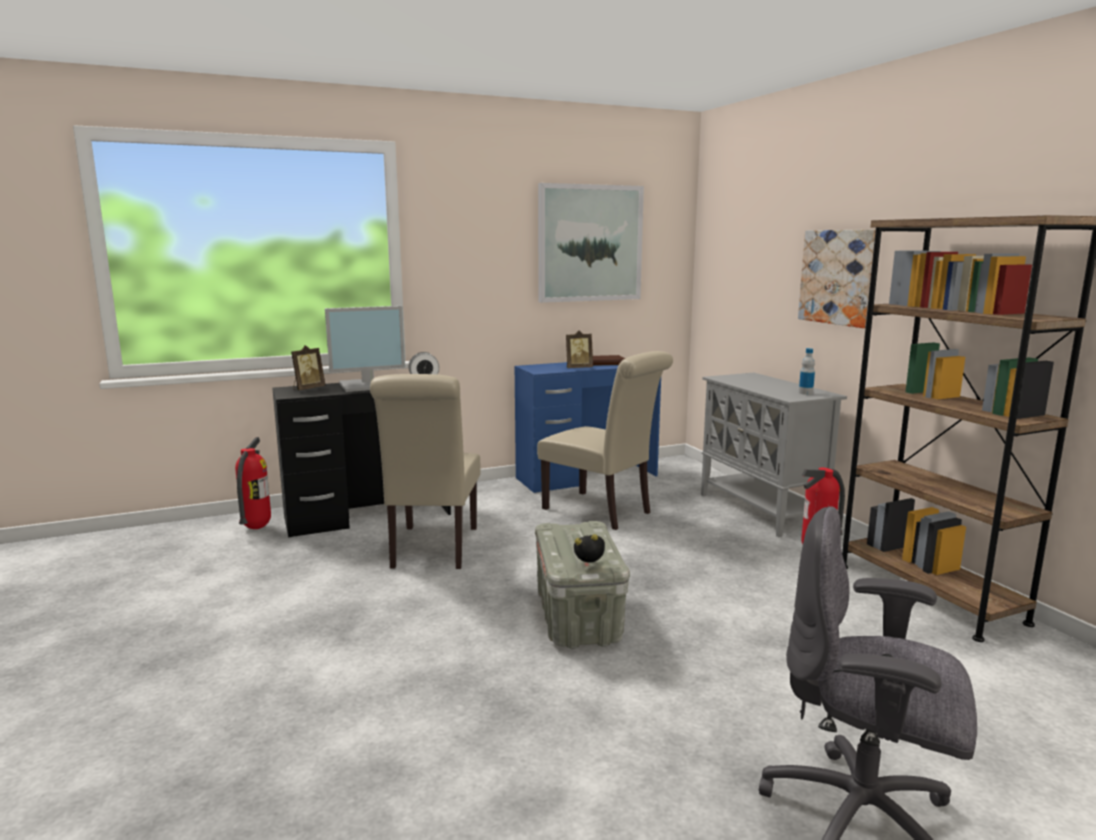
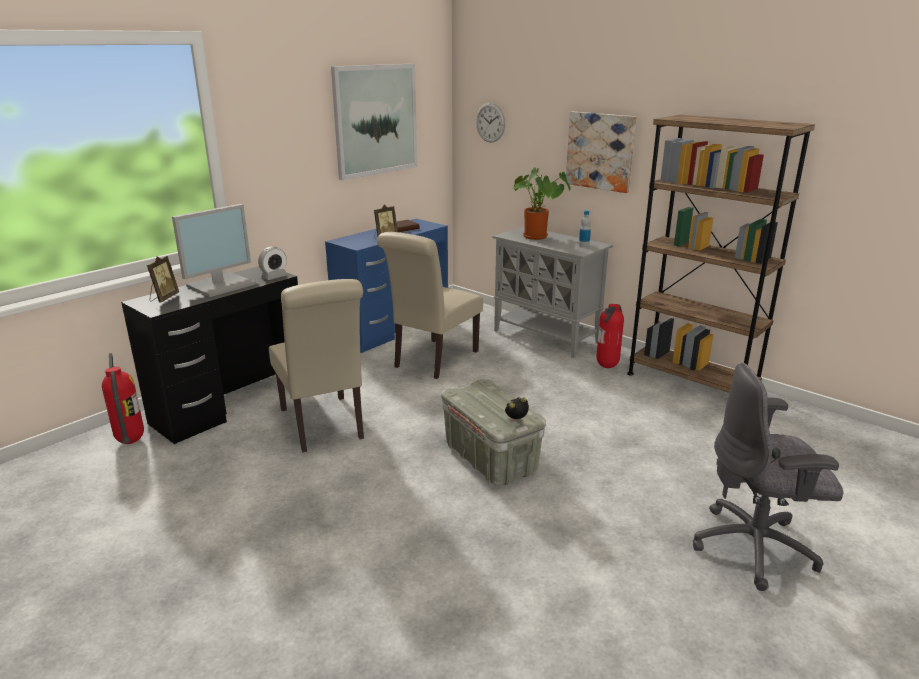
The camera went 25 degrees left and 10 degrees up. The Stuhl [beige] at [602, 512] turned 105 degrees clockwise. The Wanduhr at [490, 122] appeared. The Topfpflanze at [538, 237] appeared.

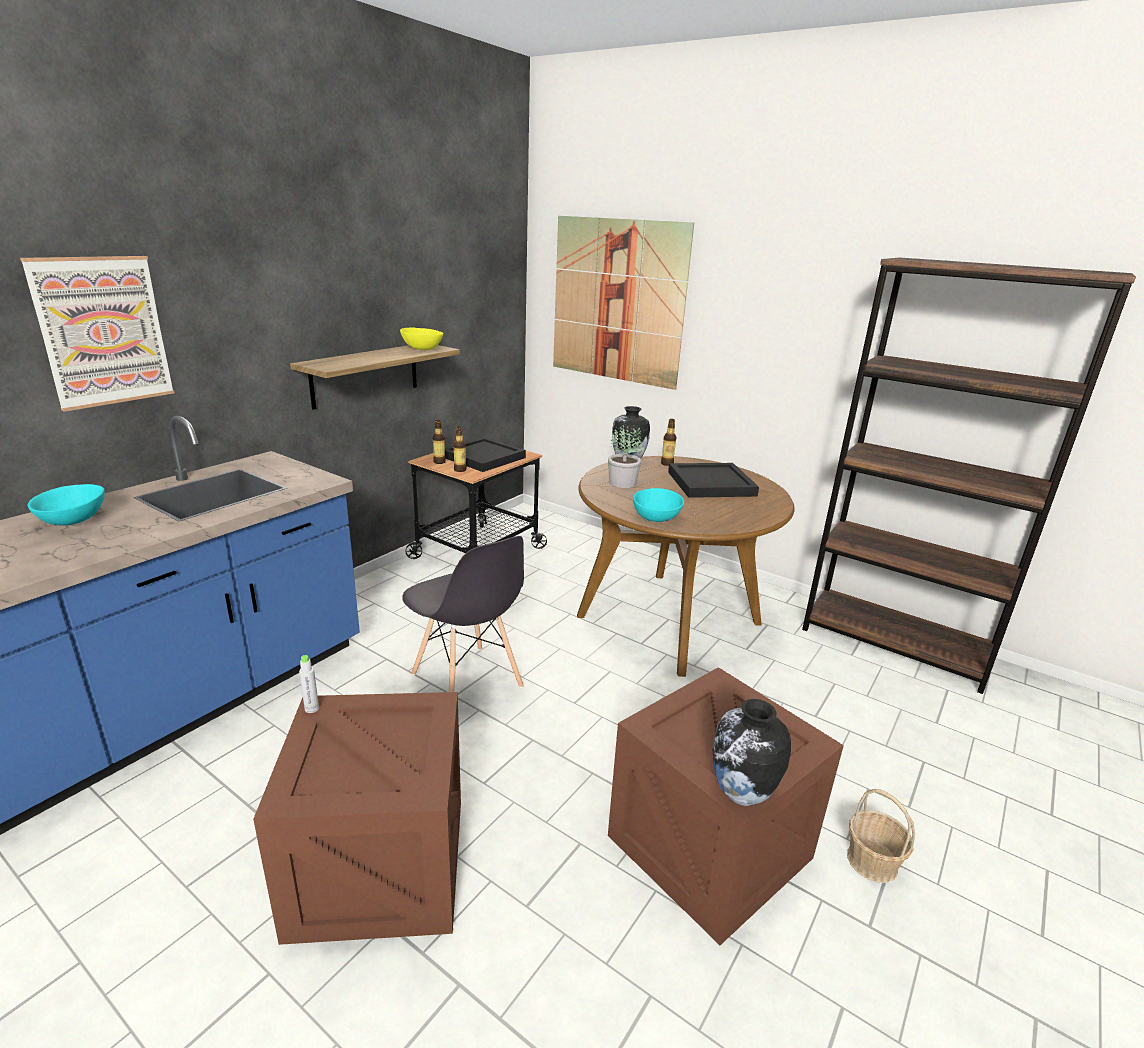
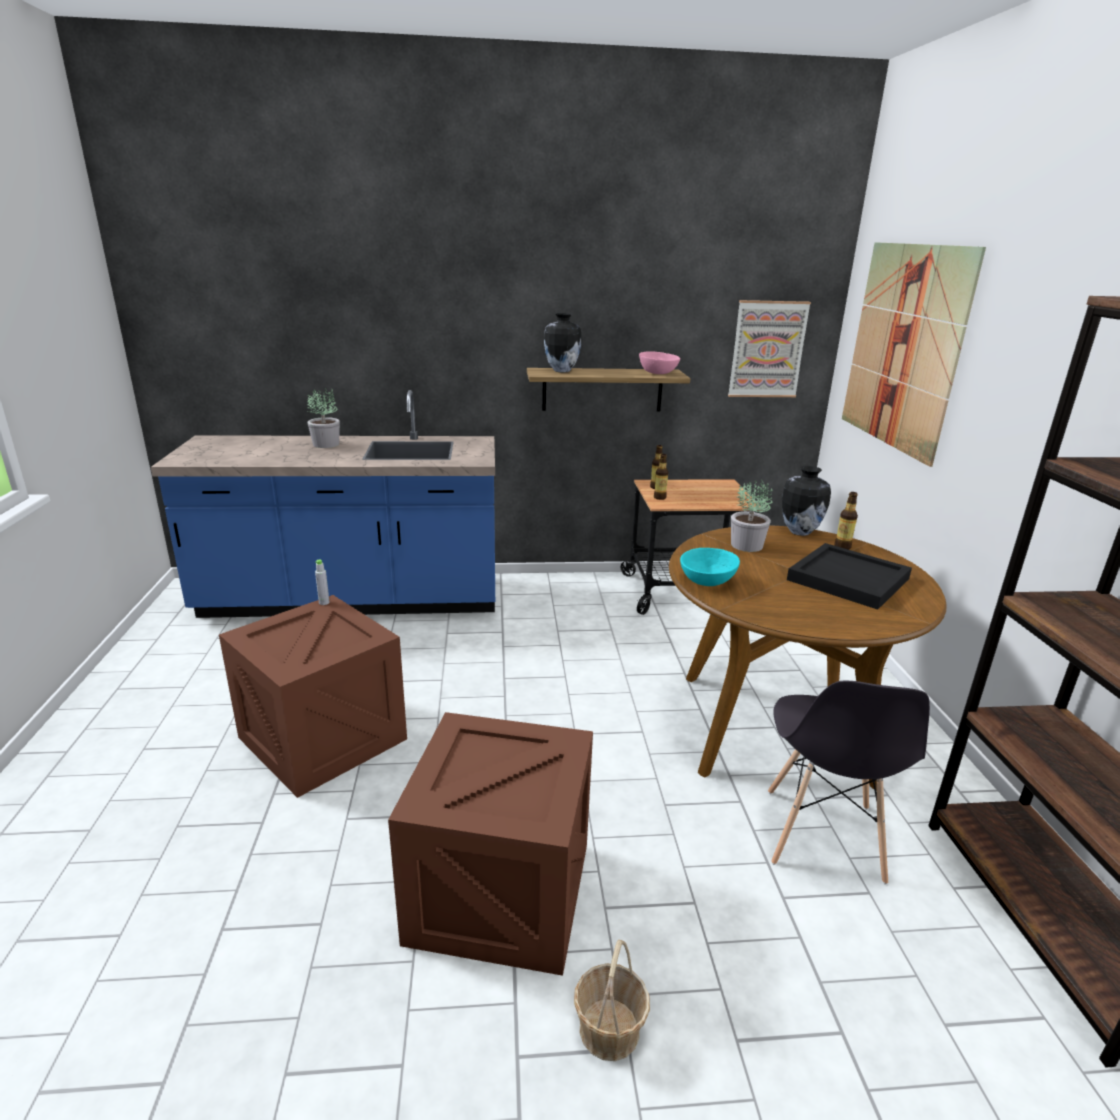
The camera went 50 degrees right and 0 degrees up. The Schüssel [türkis] at [73, 520] was replaced by the Topfpflanze at [326, 444]. The Vase moved from [741, 795] to [561, 371]. The Schüssel [gelb] at [422, 348] became the Schüssel [rosa] at [657, 372]. The Bild moved from [103, 331] to [767, 349]. The Stuhl [grau] moved from [467, 681] to [822, 836]. The Tablett [schwarz] at [482, 457] disappeared.

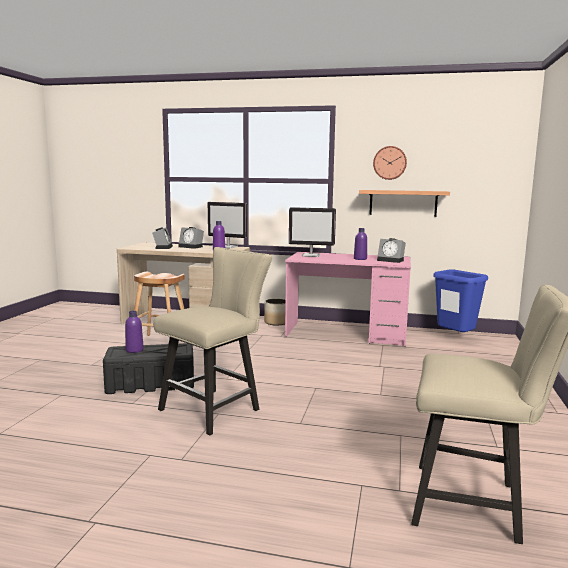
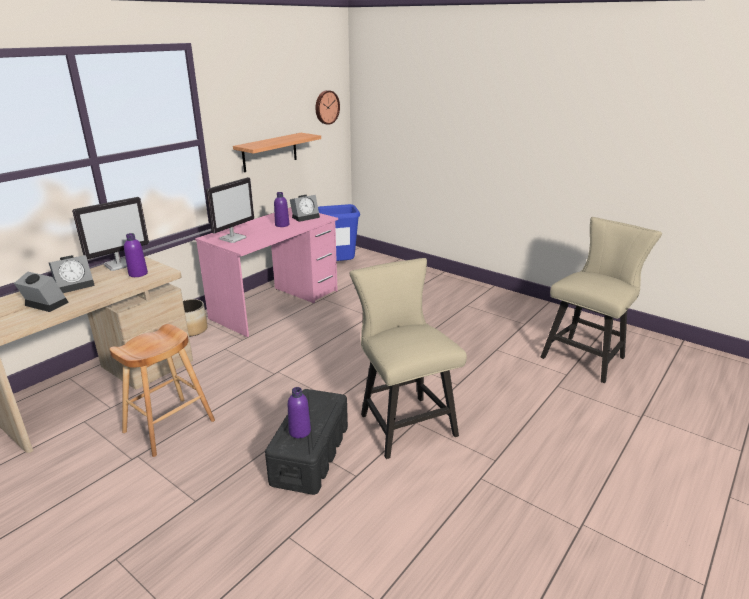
The camera went 65 degrees left and 15 degrees up. The Wanduhr moved from [390, 163] to [326, 107].

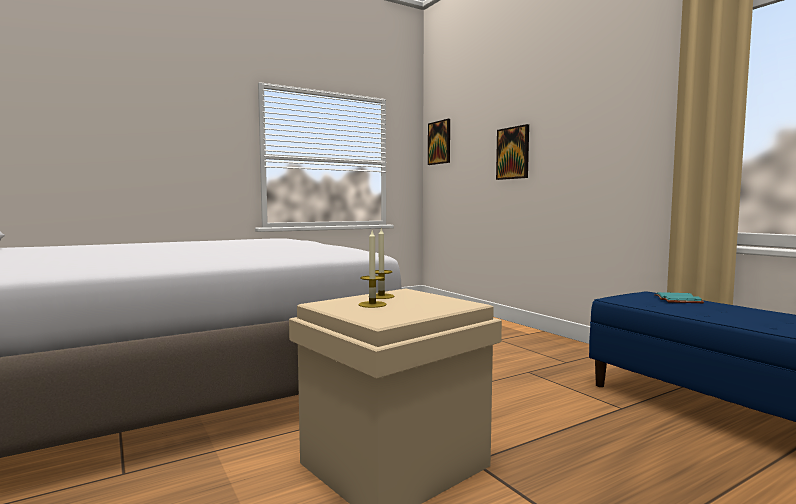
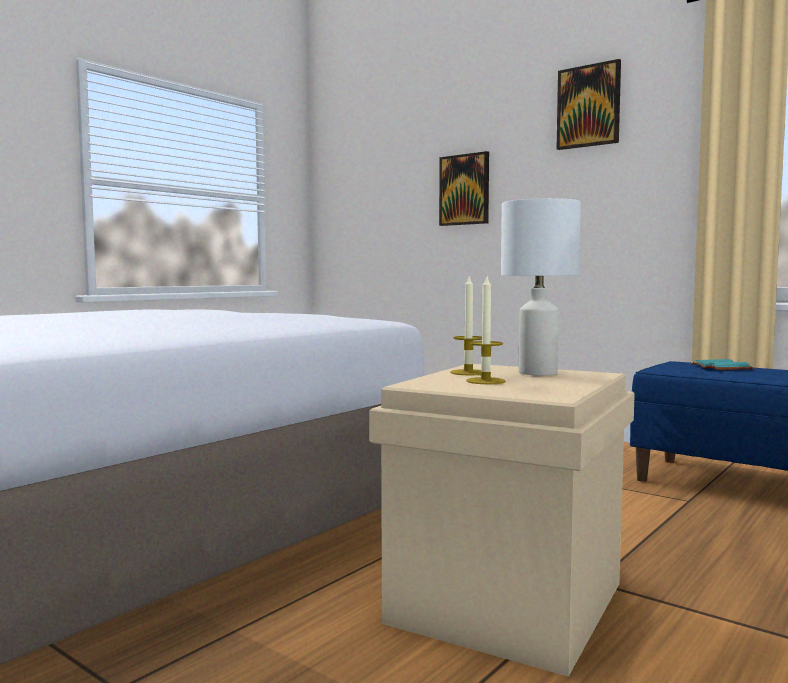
The camera went 20 degrees left and 0 degrees up. The Tischlampe [weiß] at [538, 372] appeared. The Bild moved from [439, 142] to [588, 106].

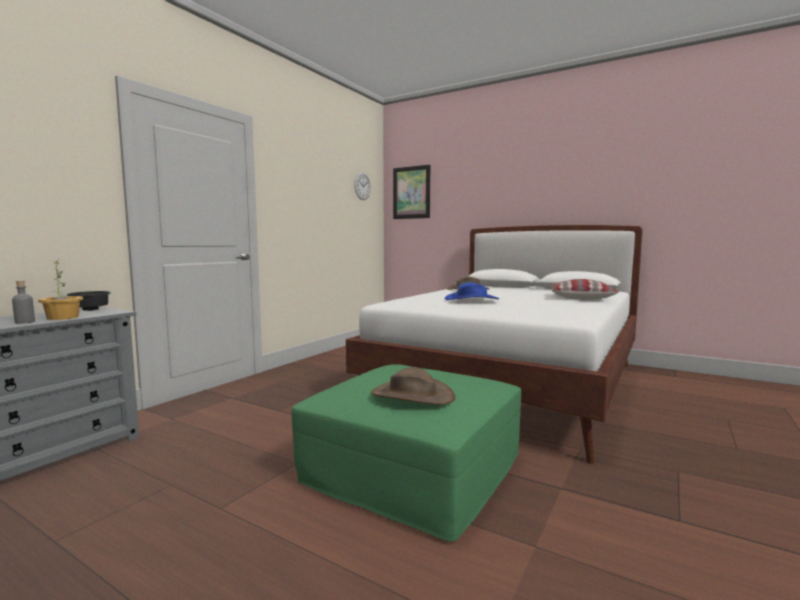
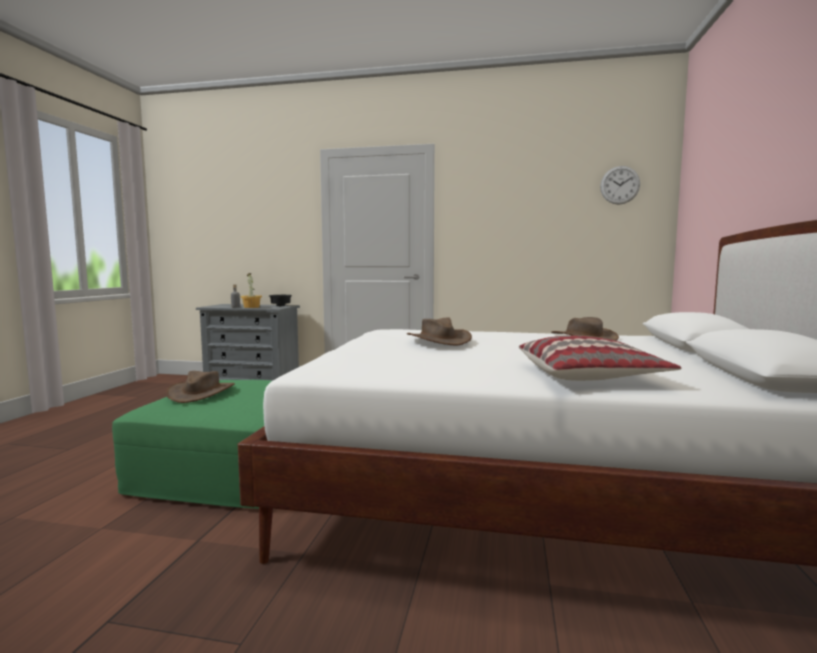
The camera went 70 degrees right and 0 degrees up. The Hut [blau] at [471, 299] became the Hut [braun] at [438, 340]. The Bild at [411, 192] disappeared.

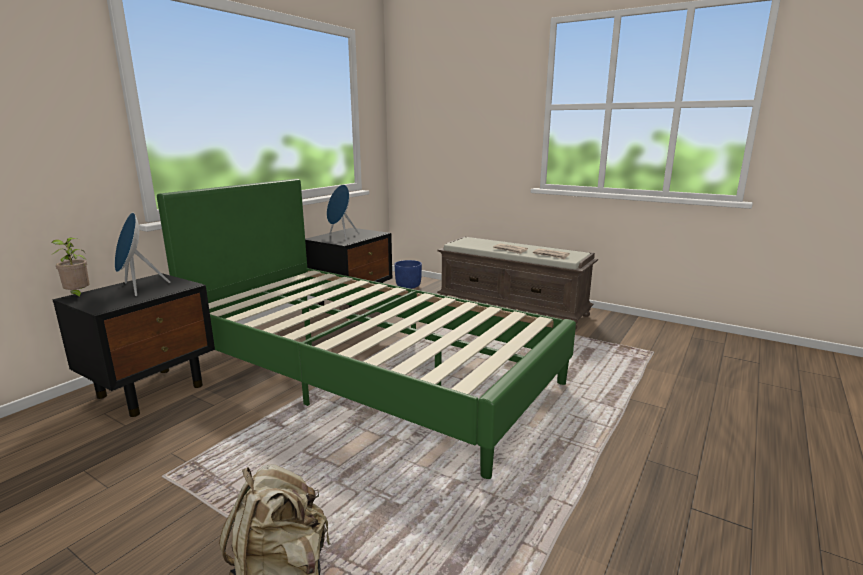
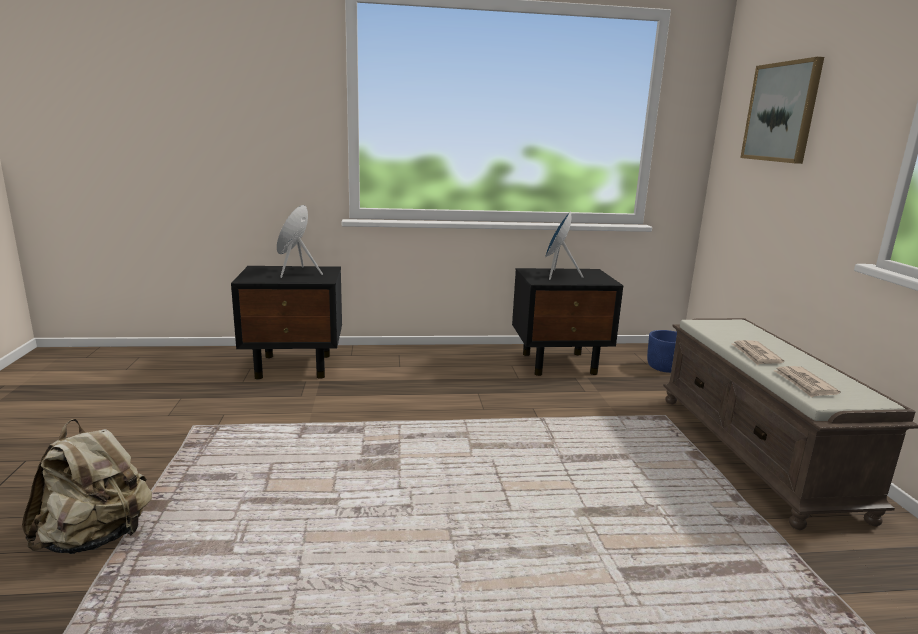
The camera went 50 degrees right and 0 degrees up. The Bild at [781, 112] appeared. The Topfpflanze at [78, 295] disappeared. The Bett [grün] at [367, 371] disappeared.

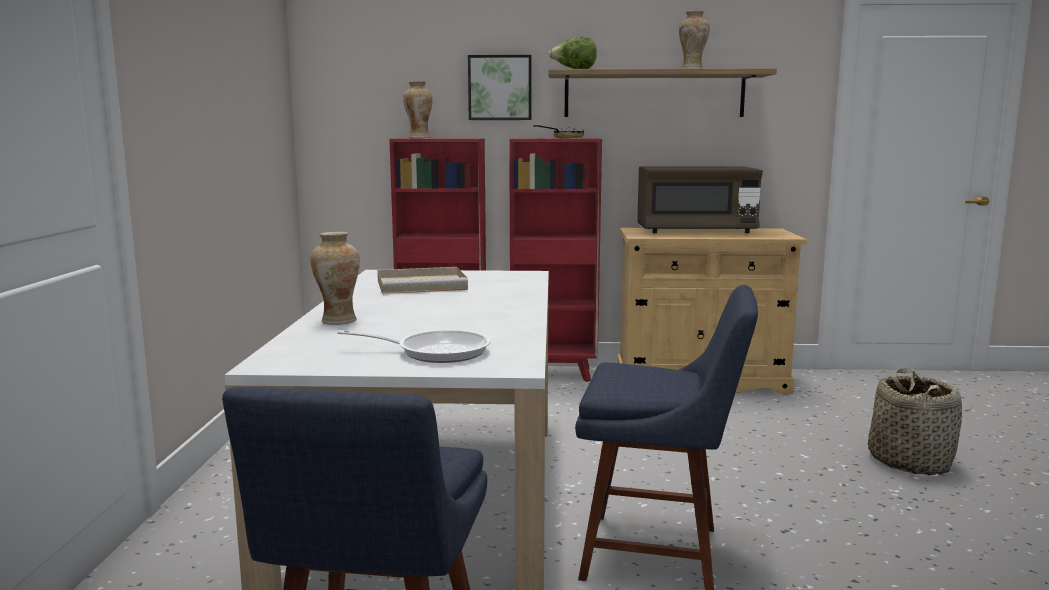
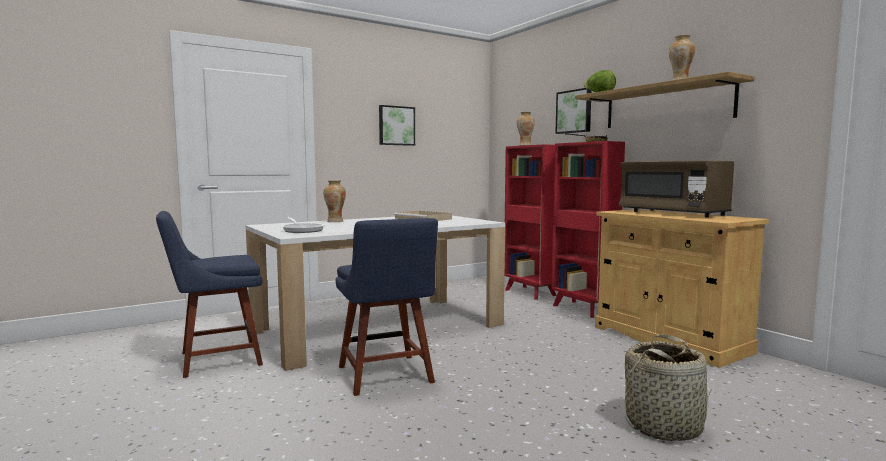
The camera went 55 degrees right and 5 degrees down. The Bild at [396, 126] appeared.

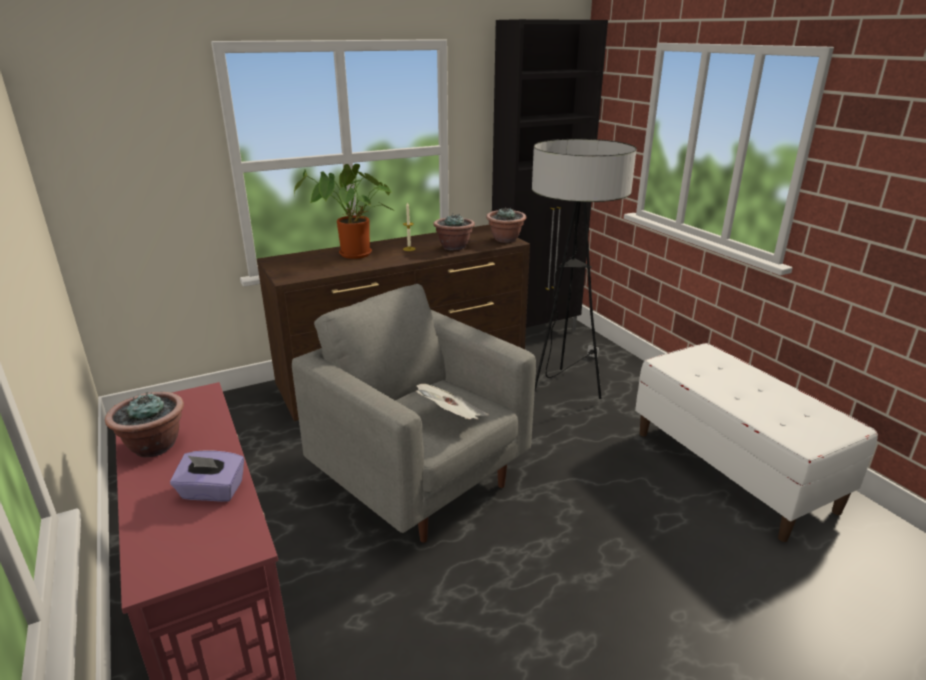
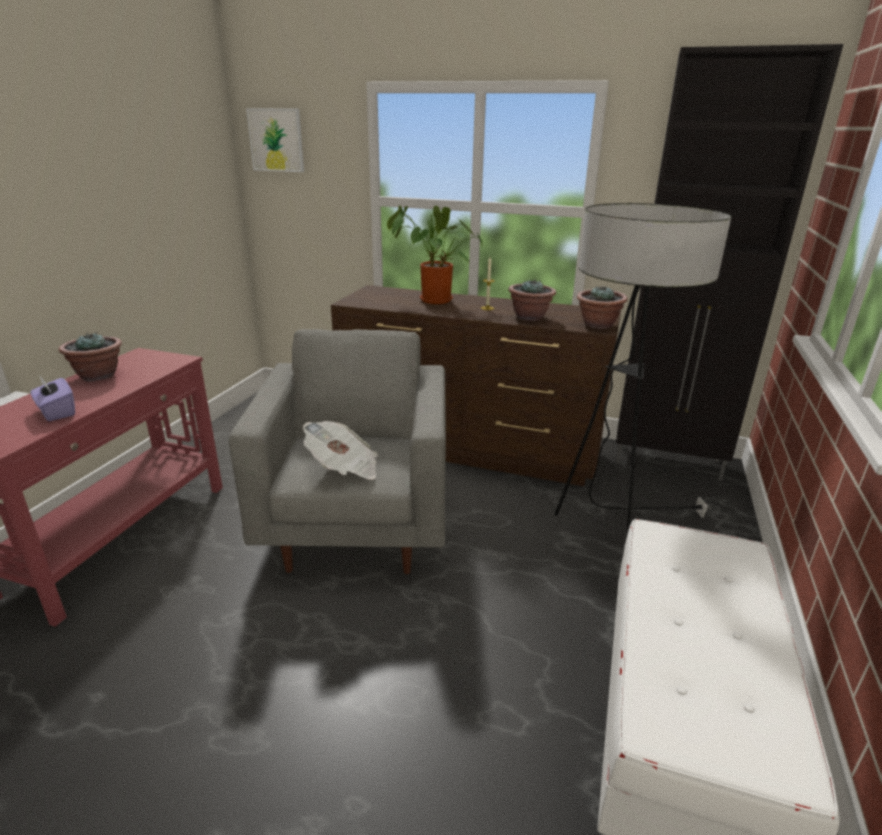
The camera went 45 degrees right and 0 degrees up. The Bild at [276, 140] appeared.

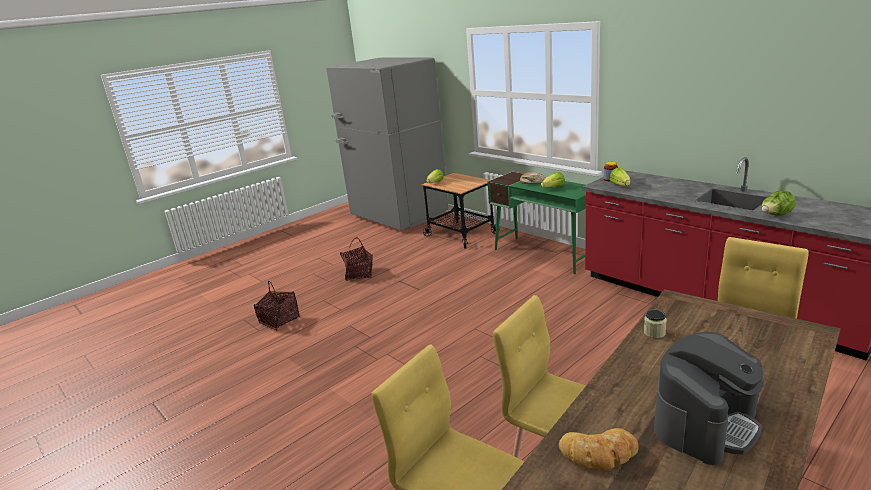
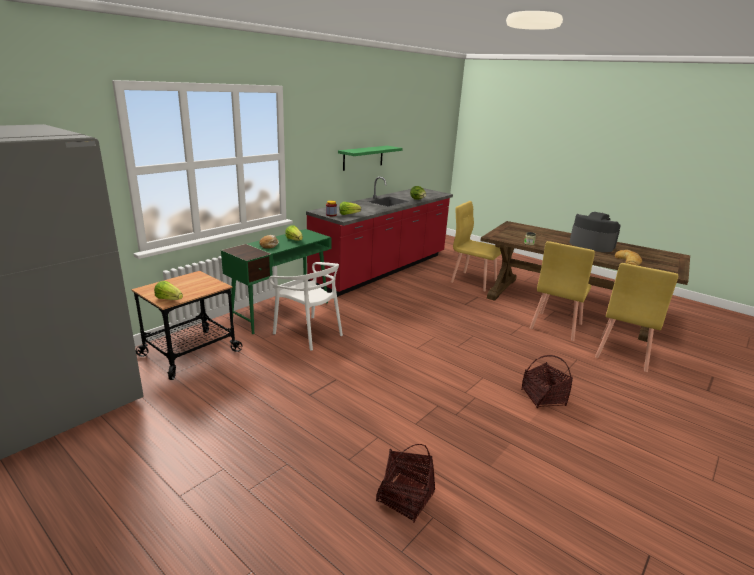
The camera went 100 degrees left and 0 degrees up. The Stuhl [weiß] at [309, 333] appeared. The Wandregal [grün] at [363, 157] appeared. The Korb moved from [359, 274] to [543, 398].

